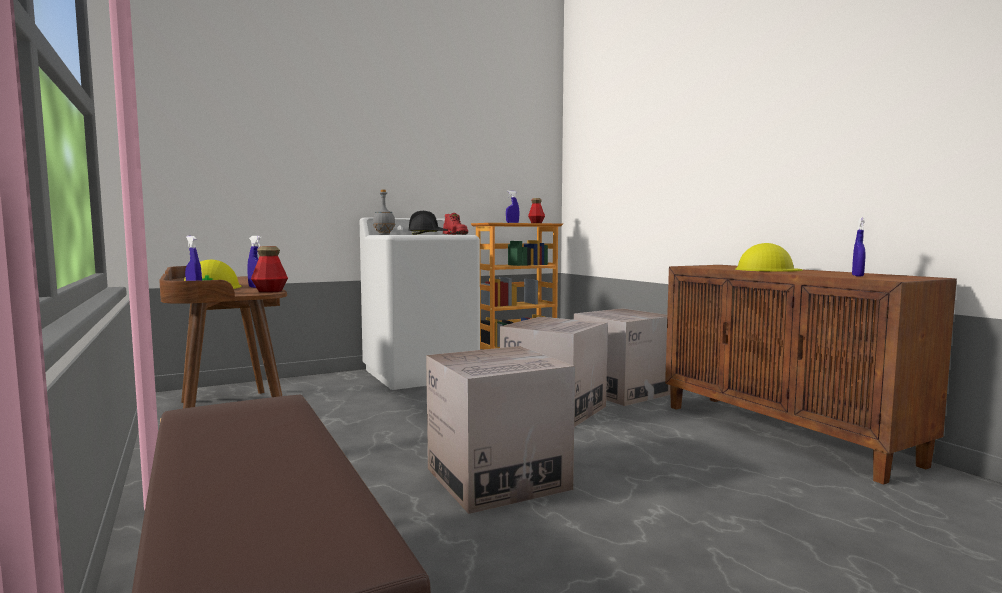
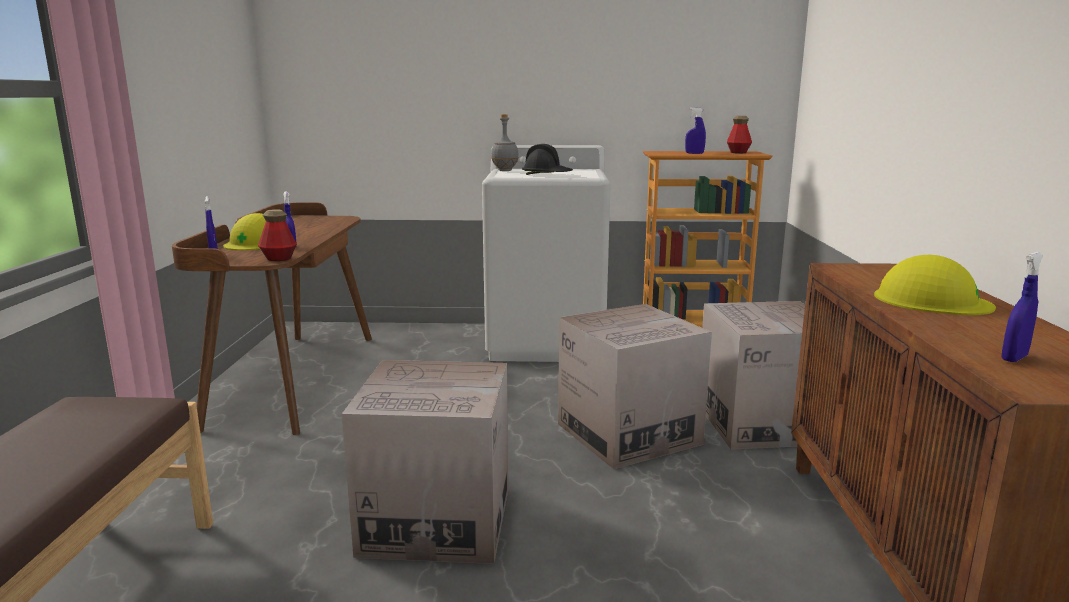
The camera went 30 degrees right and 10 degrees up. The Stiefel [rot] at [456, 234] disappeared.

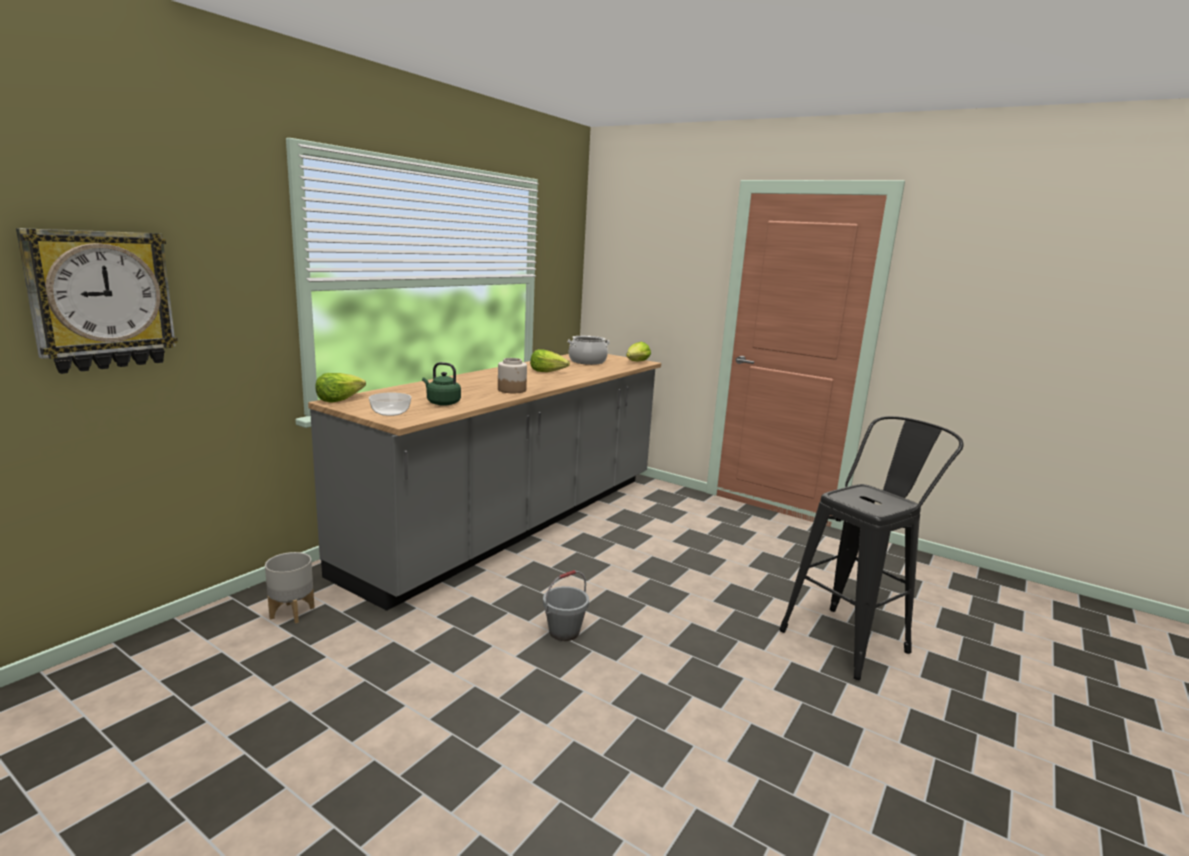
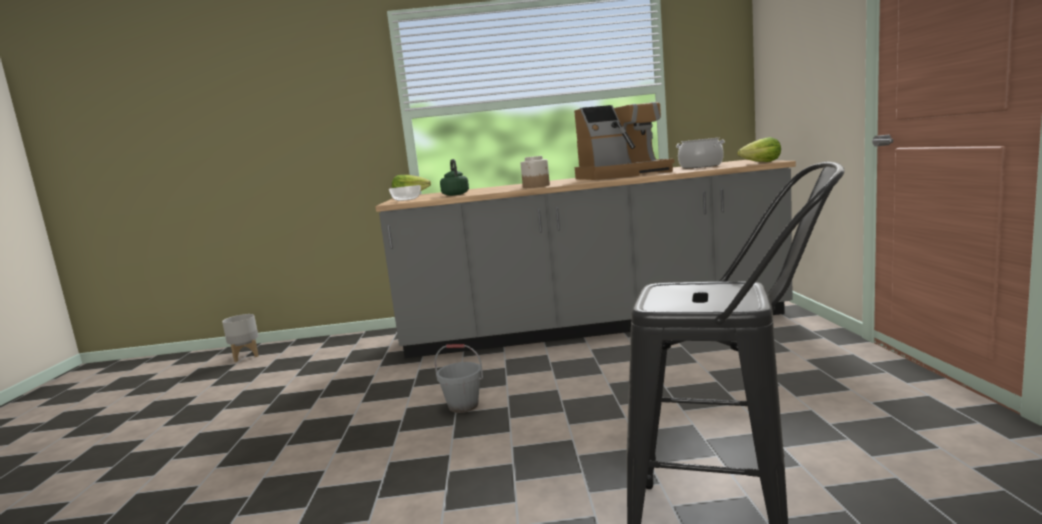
The camera went 55 degrees right and 5 degrees down. The Pflanzkübel [grau] moved from [292, 612] to [246, 356]. The Salatkopf at [548, 372] was replaced by the Kaffeemaschine at [623, 175]. The Wanduhr at [101, 300] disappeared.

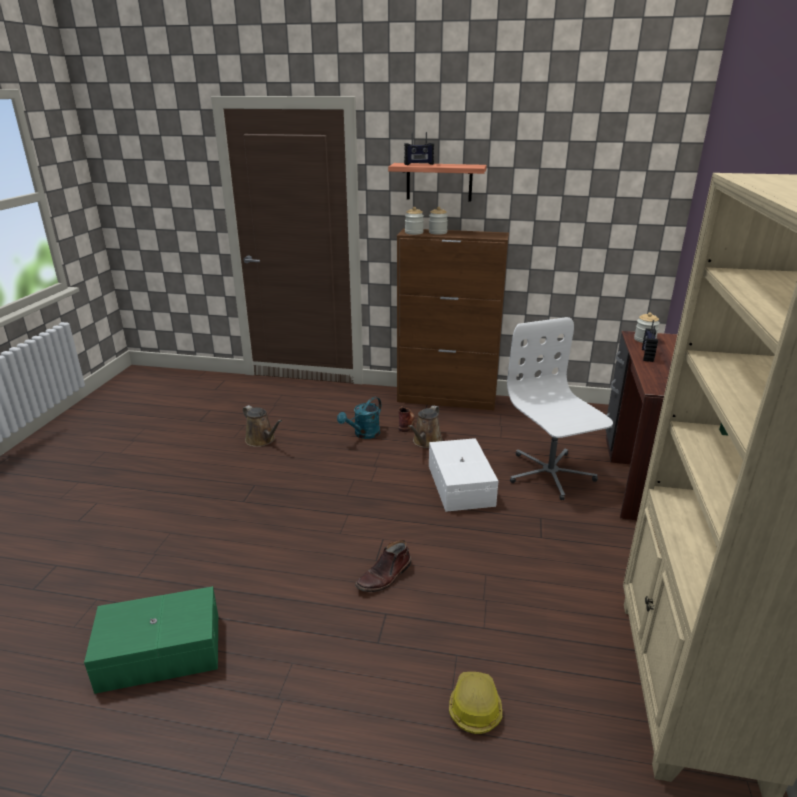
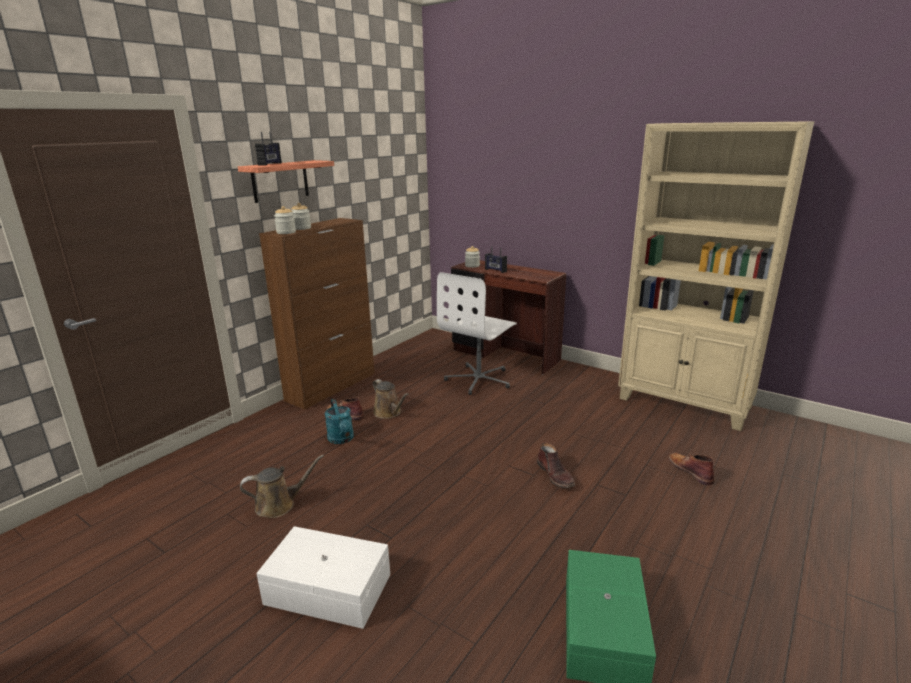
The camera went 65 degrees left and 5 degrees down. The Aufbewahrungsbox [weiß] moved from [461, 484] to [328, 587]. The Bürostuhl [weiß] at [549, 474] turned 60 degrees counterclockwise. The Schutzhelm at [474, 707] was replaced by the Stiefel [braun] at [690, 470].

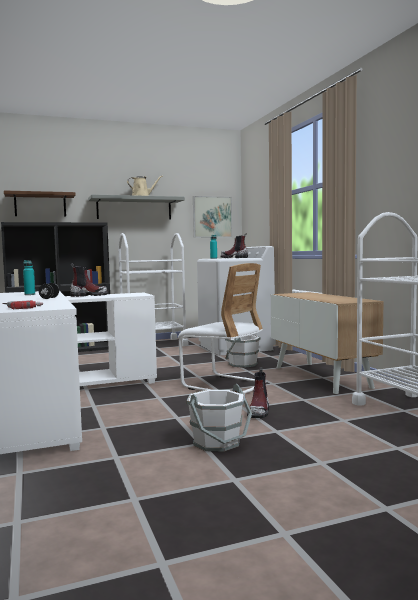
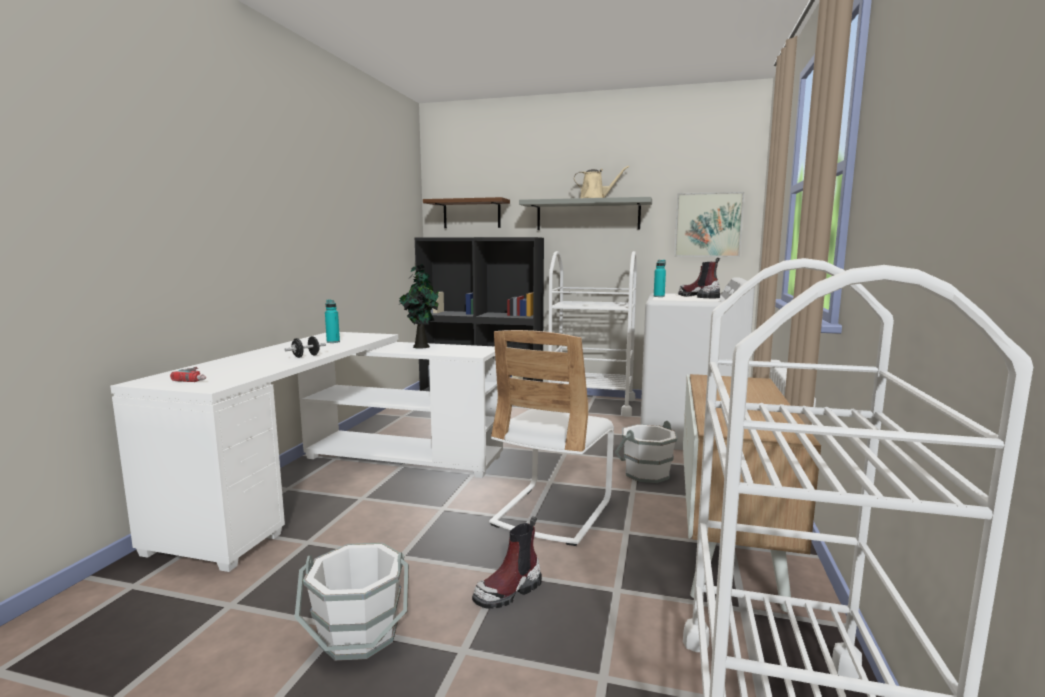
The camera went 35 degrees right and 5 degrees up. The Stiefel at [89, 296] was replaced by the Topfpflanze at [420, 346]. The Stuhl [weiß] at [223, 385] turned 45 degrees clockwise.

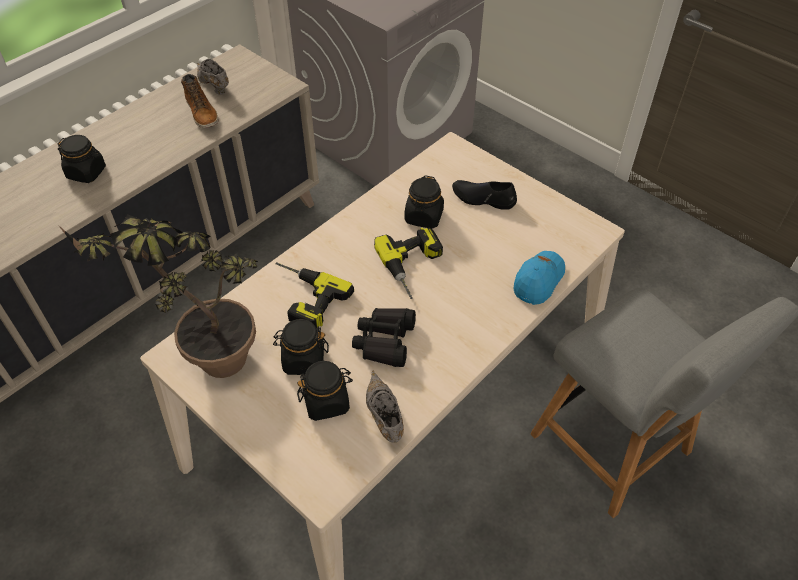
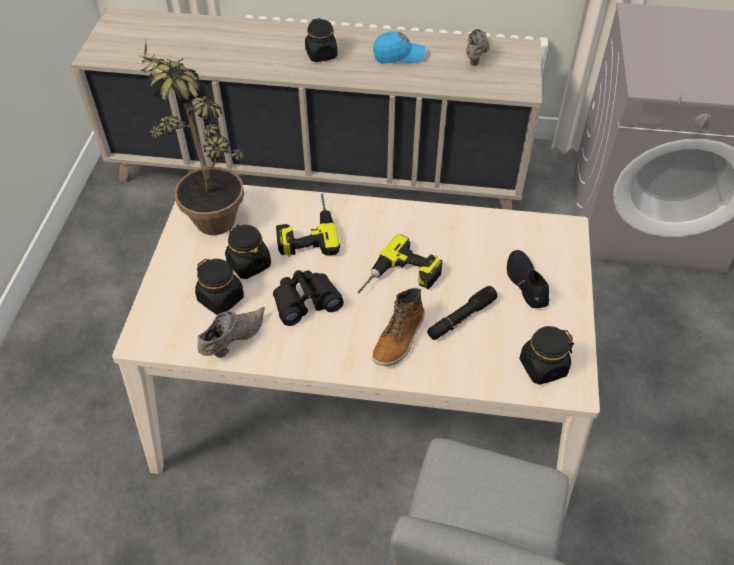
The camera went 55 degrees right and 0 degrees up. The Stiefel moved from [202, 113] to [399, 338]. The Kappe [blau] moved from [538, 280] to [399, 56]. The Taschenlampe [schwarz] at [461, 318] appeared. The Vorratsglas [schwarz] moved from [424, 217] to [542, 367].

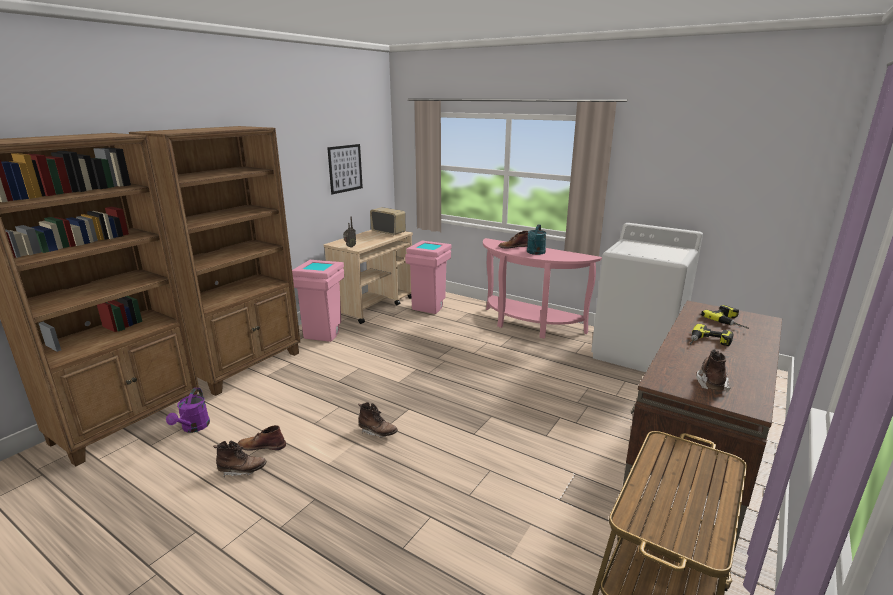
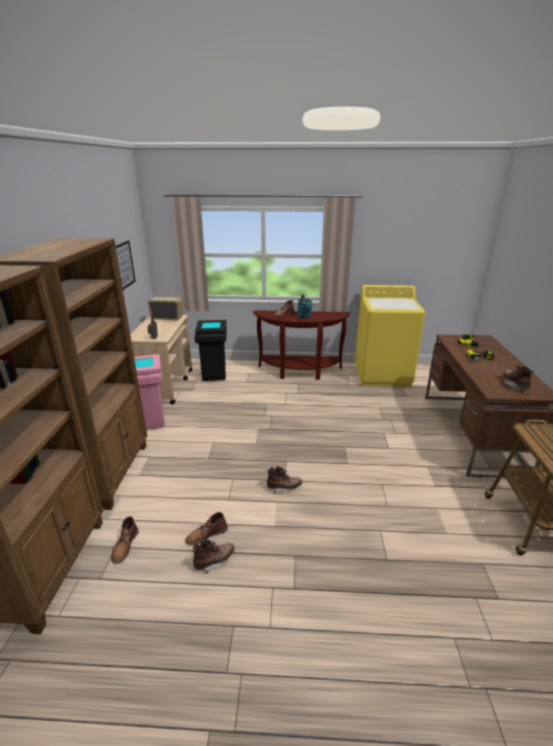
The camera went 30 degrees left and 5 degrees up. The Gießkanne [lila] at [193, 428] was replaced by the Stiefel [braun] at [125, 546]. The Mülleimer [rosa] at [430, 307] became the Mülleimer [schwarz] at [214, 375]. The Konsolentisch [rosa] at [528, 325] became the Konsolentisch [braun] at [299, 372]. The Waschmaschine [weiß] at [637, 353] became the Waschmaschine [gelb] at [382, 374].

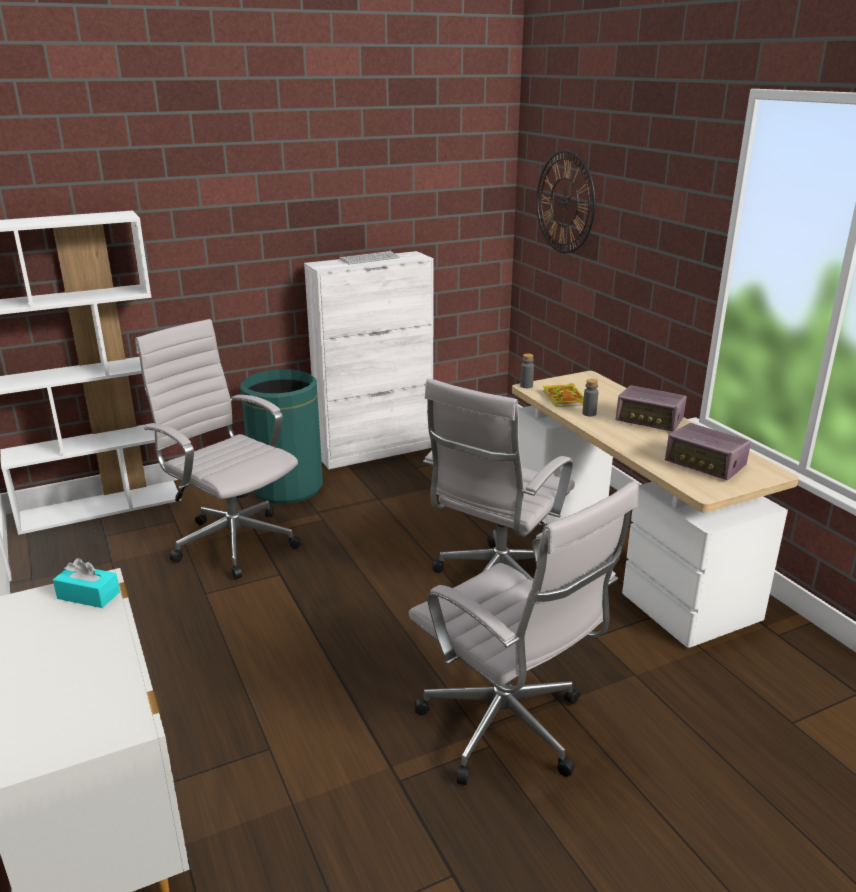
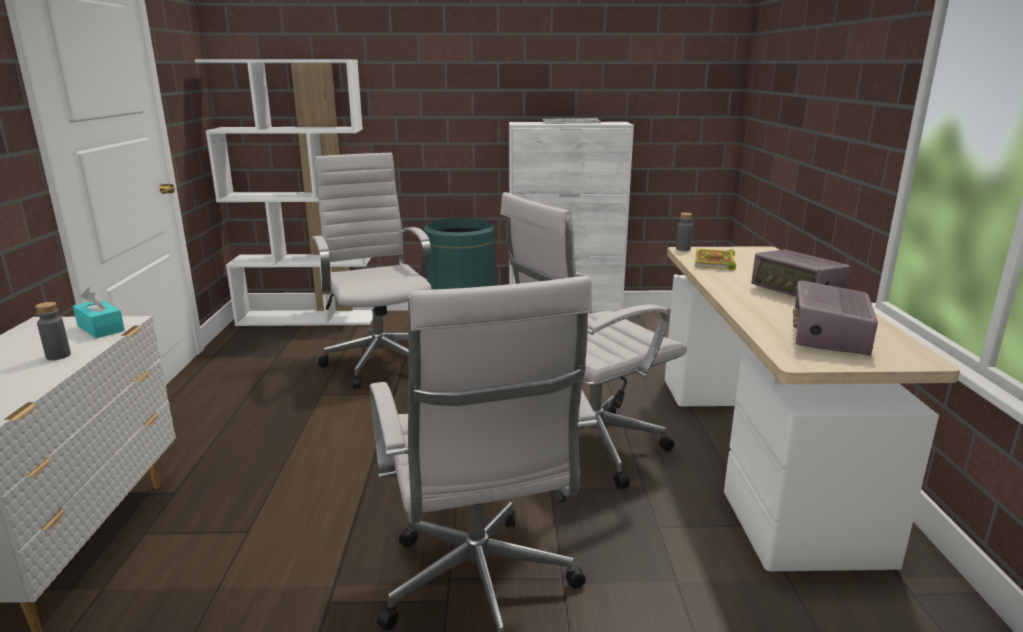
The camera went 25 degrees right and 5 degrees down. The Flasche [grau] moved from [589, 413] to [58, 356]. The Radio at [705, 465] turned 45 degrees clockwise. The Wanduhr at [564, 202] disappeared.

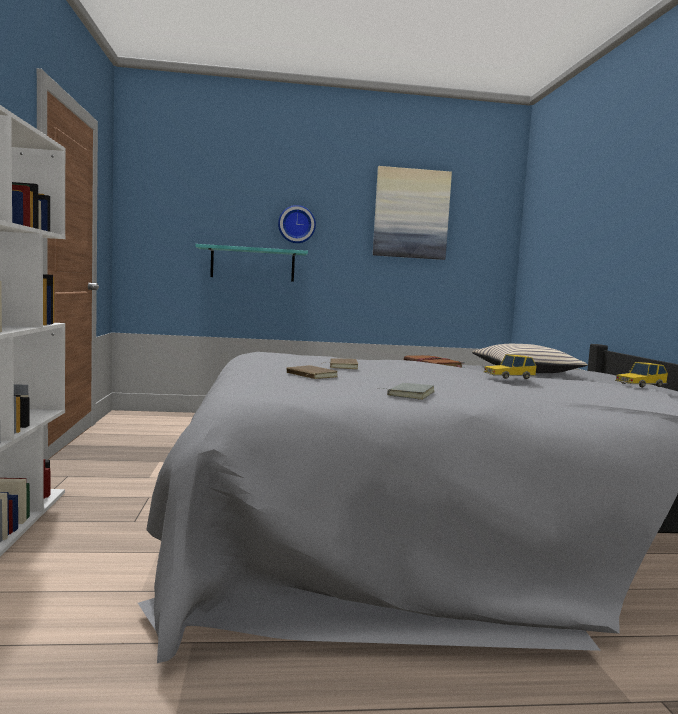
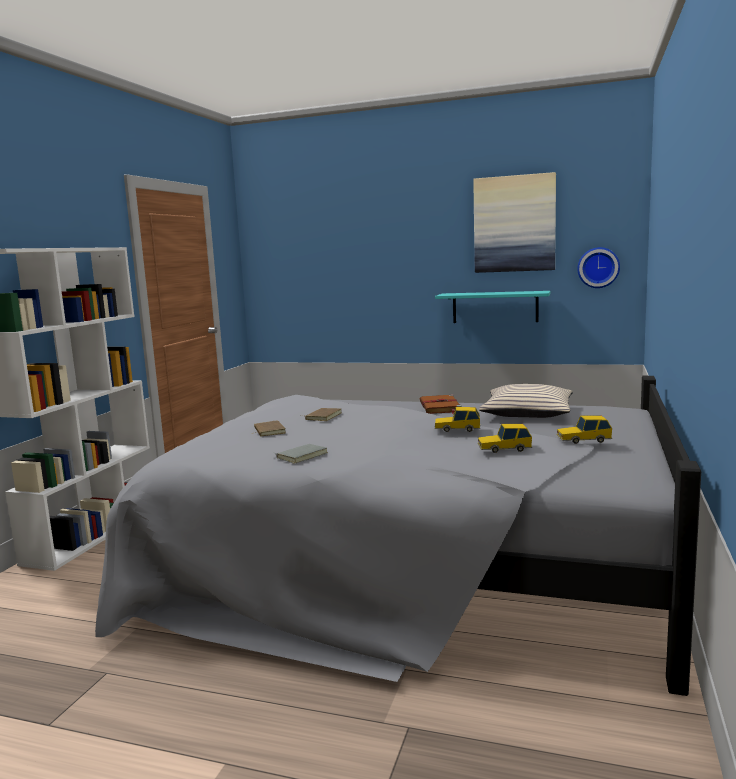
The camera went 25 degrees right and 5 degrees up. The Wandregal [türkis] moved from [252, 264] to [495, 307]. The Spielzeugauto at [504, 448] appeared. The Wanduhr moved from [296, 224] to [598, 267].

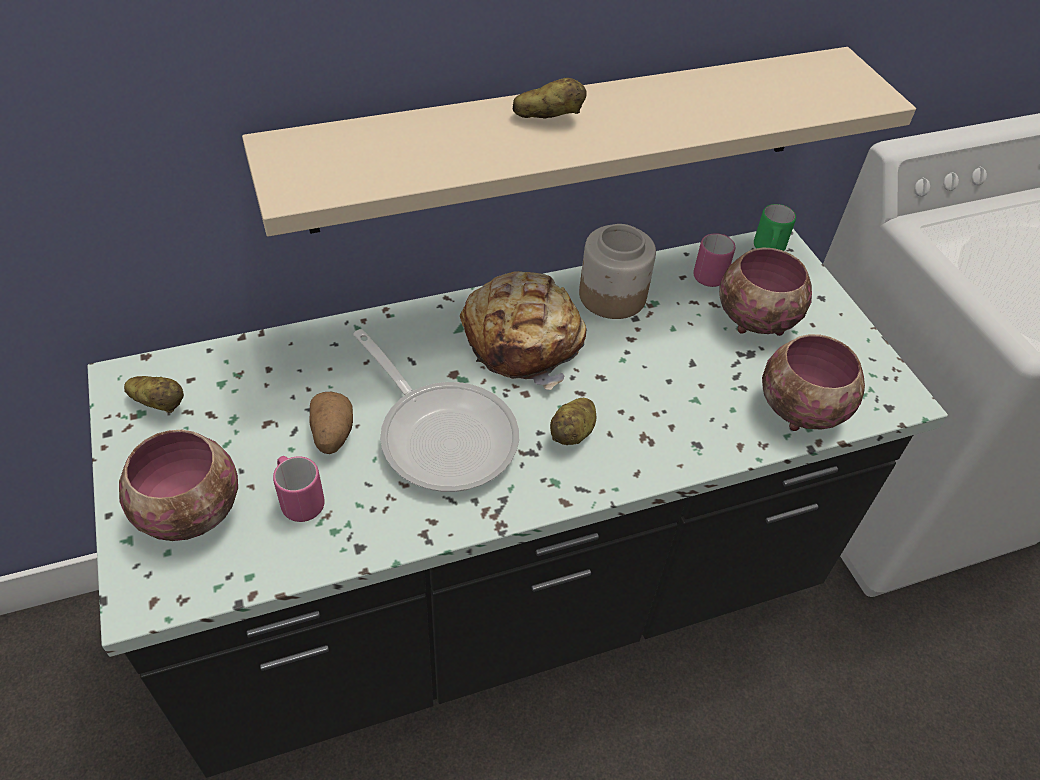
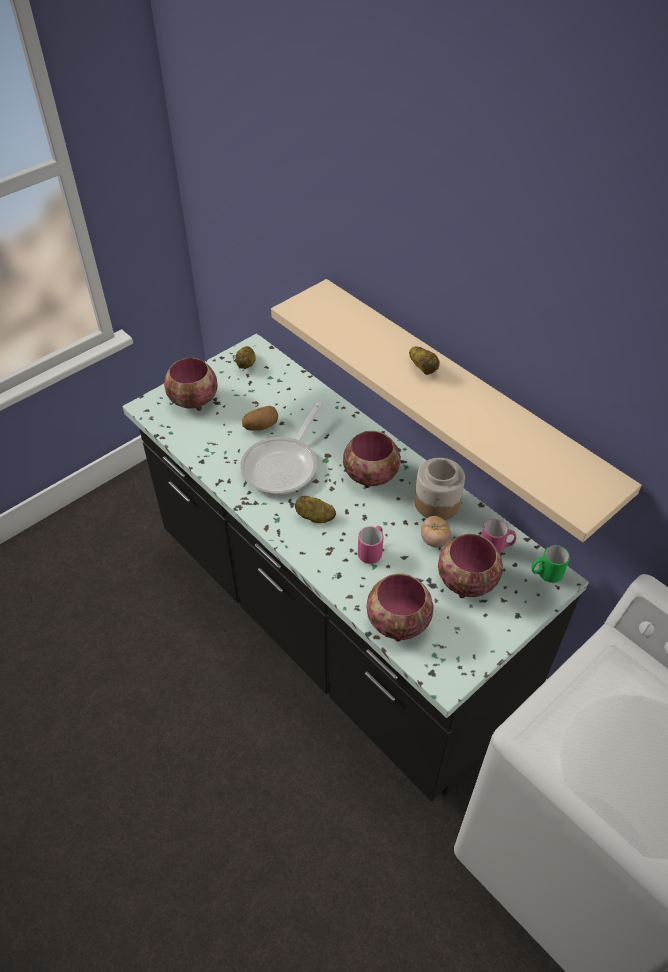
The camera went 70 degrees right and 0 degrees up. The Brot at [524, 340] was replaced by the Schüssel at [371, 475]. The Henkelbecher [rosa] moved from [299, 500] to [372, 551]. The Tomate at [434, 540] appeared.

